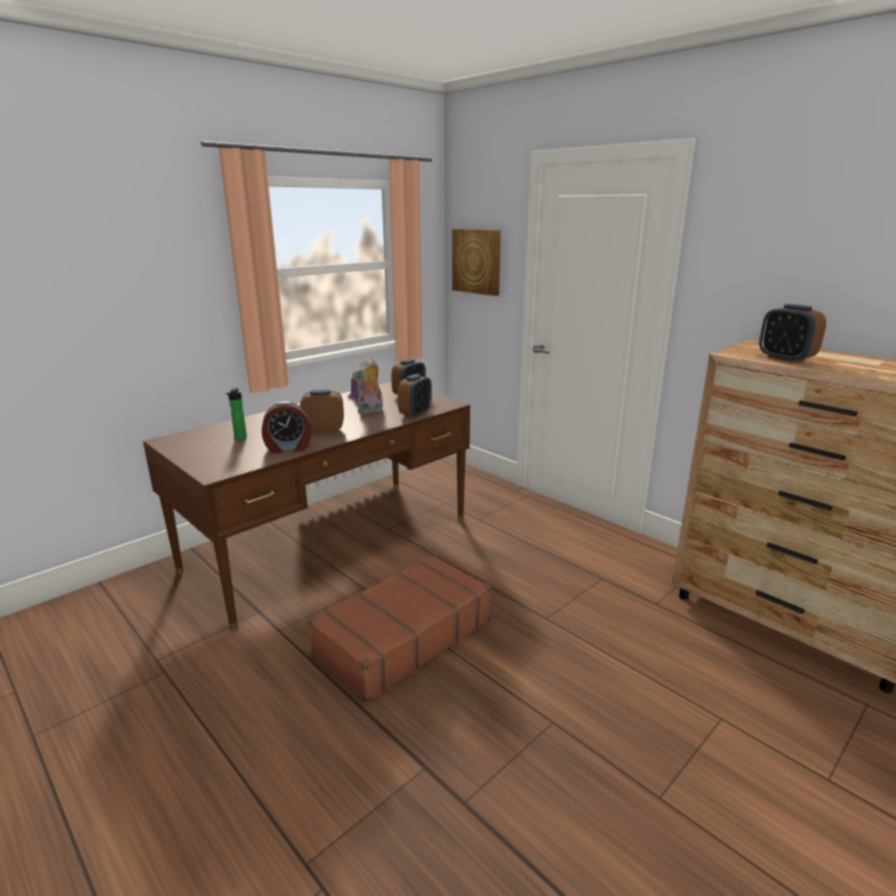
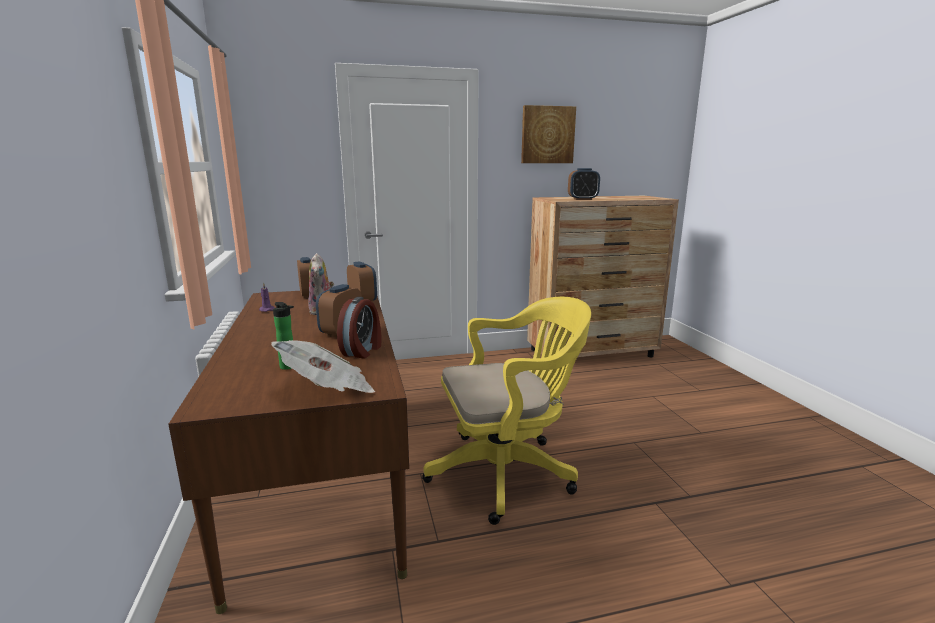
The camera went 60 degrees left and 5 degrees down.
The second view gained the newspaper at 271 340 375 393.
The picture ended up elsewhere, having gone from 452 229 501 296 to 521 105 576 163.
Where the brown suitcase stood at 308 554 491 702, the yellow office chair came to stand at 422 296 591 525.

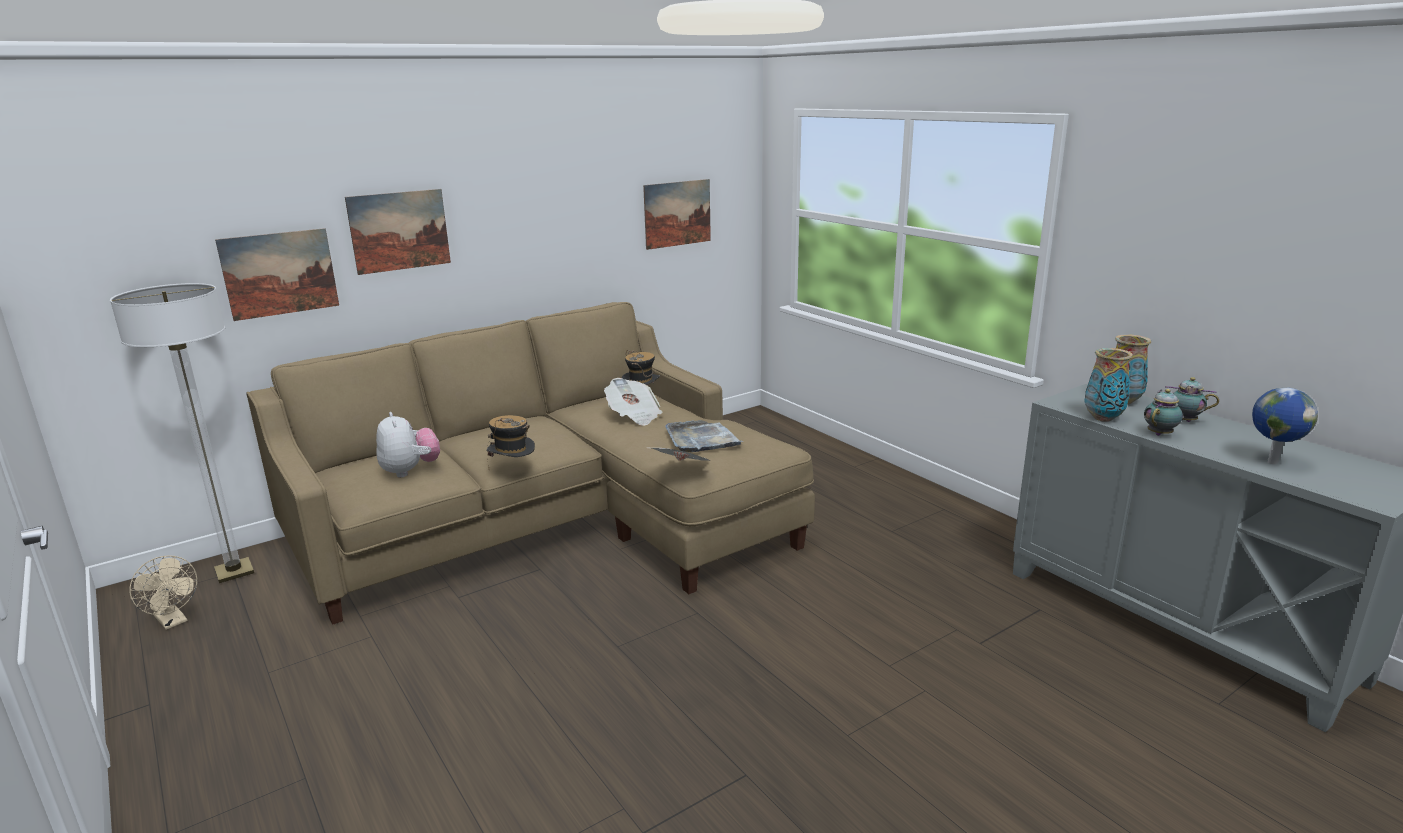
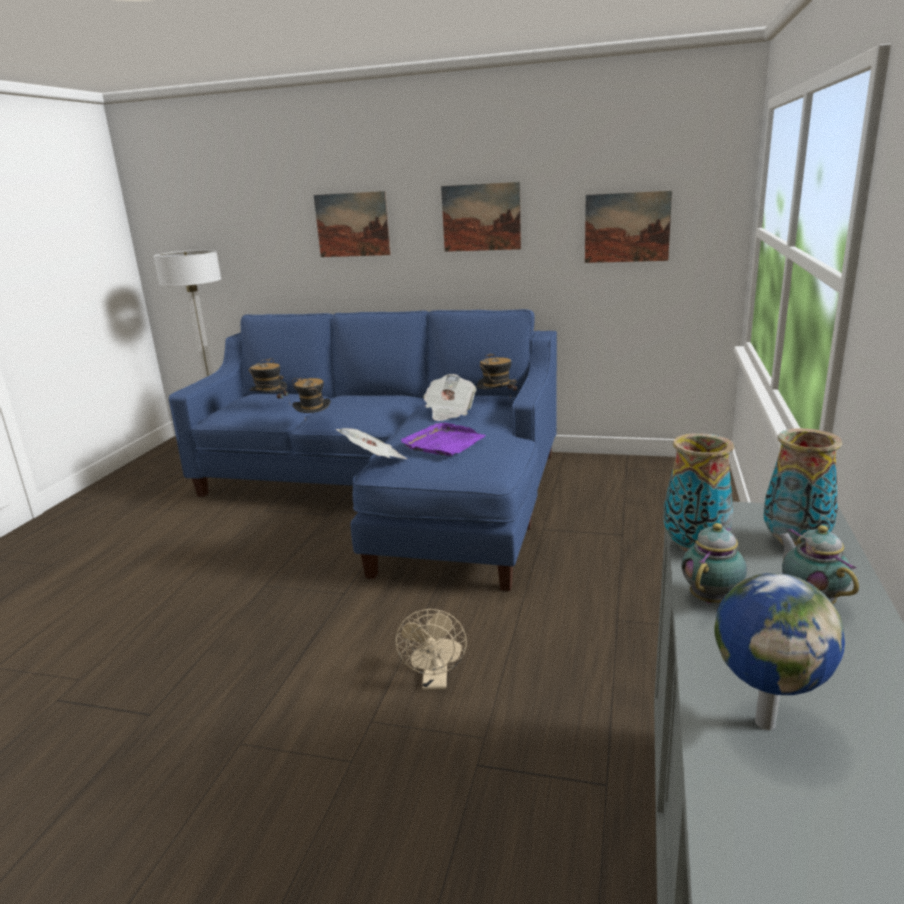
The camera went 50 degrees right and 0 degrees up.
The beige fan ended up elsewhere, having gone from 129 555 197 630 to 396 609 467 690.
The picture ended up elsewhere, having gone from 215 228 339 321 to 441 182 521 252.
Where the plush toy stood at 376 412 440 478, the hat came to stand at 249 358 288 398.
What was the beige sofa at 246 302 815 625 turned into the blue sofa at 169 309 557 591.
What was the grey tray at 665 420 744 452 turned into the purple tray at 401 422 486 456.
The teapot at 1144 389 1183 436 ended up facing another way, 60 degrees counterclockwise from before.

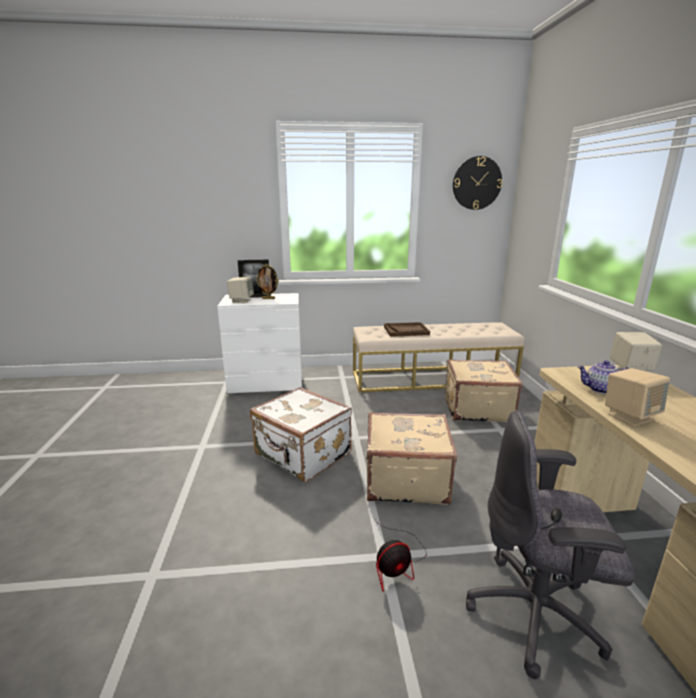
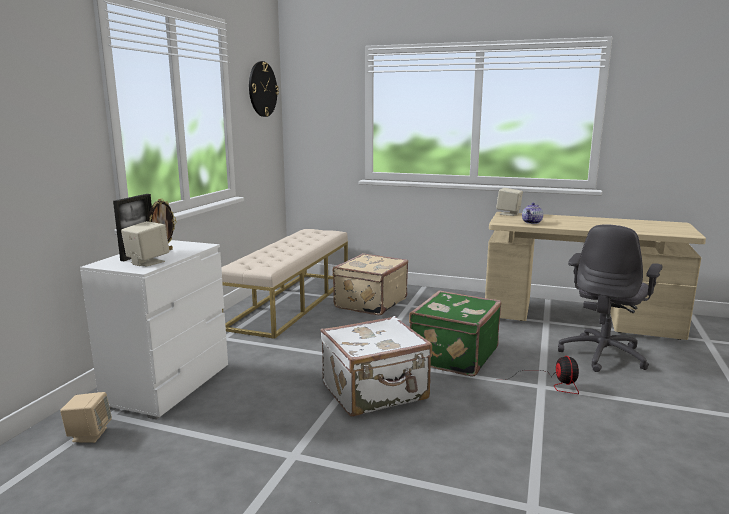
The camera went 65 degrees left and 5 degrees down.
The second view lost the brown tray at 384 322 430 337.
The beige speaker ended up elsewhere, having gone from 605 368 670 427 to 60 392 112 443.
What was the beige suitcase at 367 412 458 505 turned into the green suitcase at 409 290 501 377.

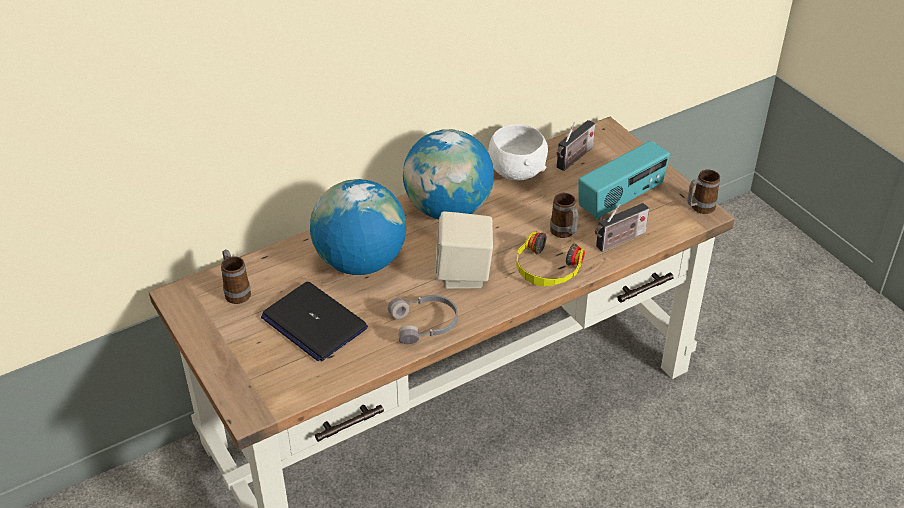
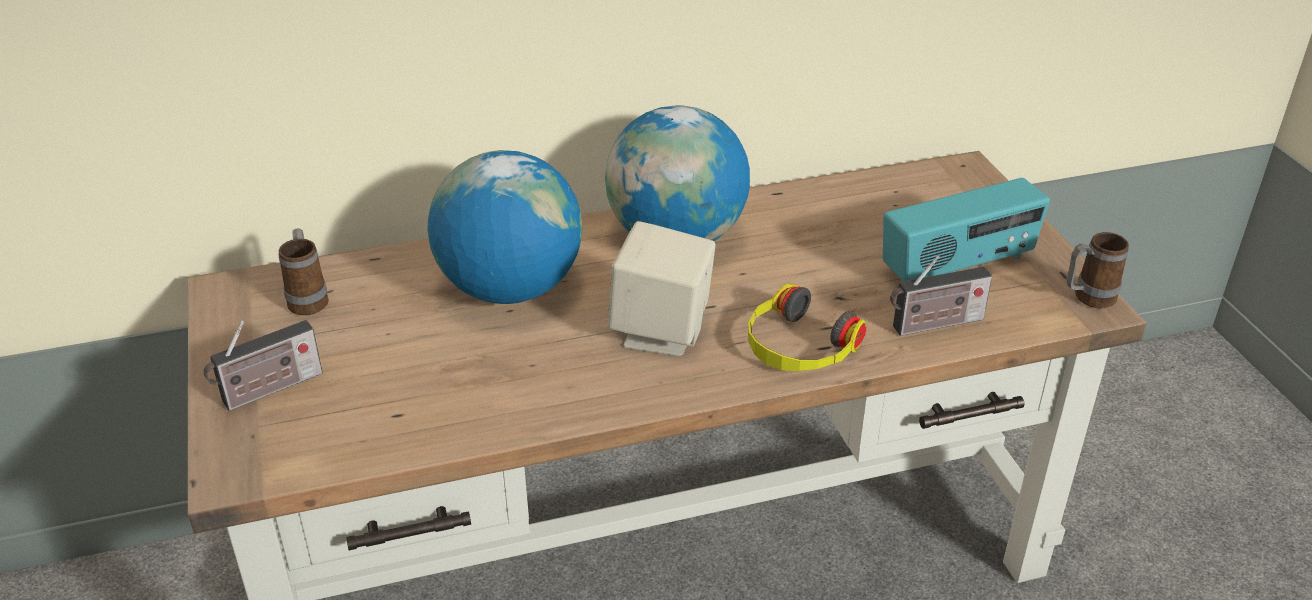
The camera went 15 degrees right and 5 degrees down.
The second view lost the laptop at 261 282 368 361.
The second view lost the grey headphones at 388 295 458 344.
The second view lost the white bowl at 488 124 548 181.
The second view lost the mug at 550 193 578 238.
The radio ended up elsewhere, having gone from 557 120 595 171 to 203 320 323 411.

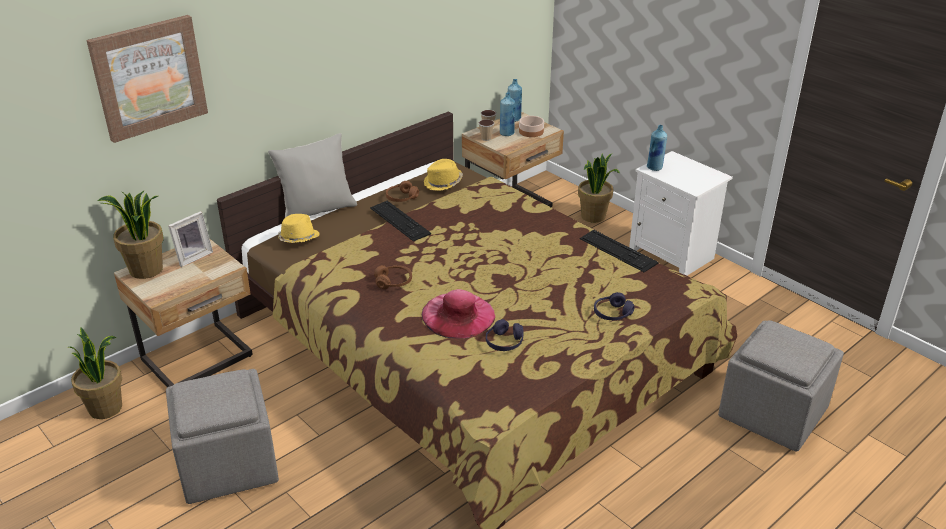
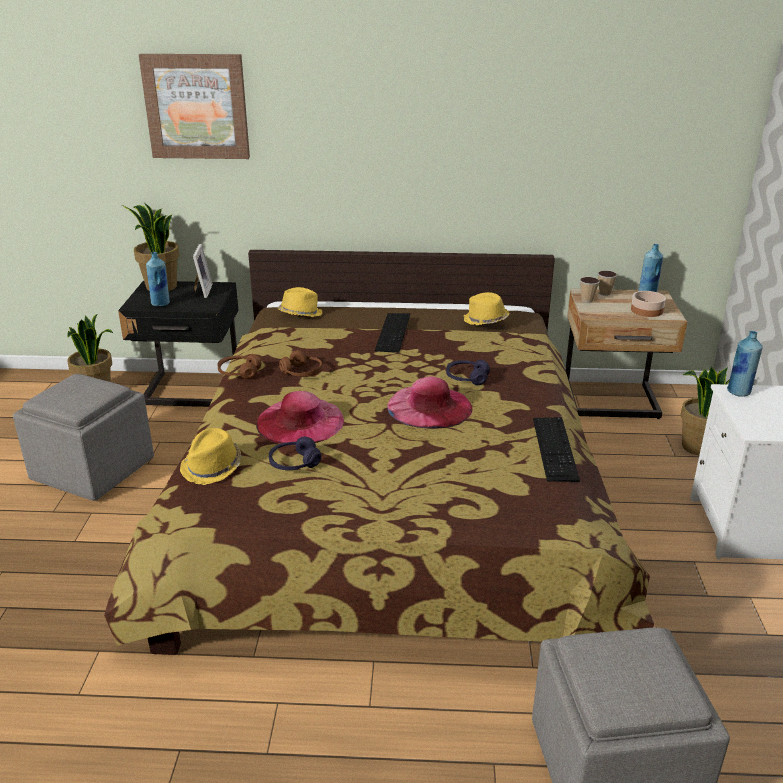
The camera went 45 degrees right and 5 degrees down.
The second view lost the grey pillow at 268 133 357 218.
The second view gained the yellow hat at 180 428 241 485.
The second view gained the pink hat at 387 376 472 429.
The brown headphones ended up elsewhere, having gone from 386 181 419 202 to 217 354 261 379.
The blue bottle ended up elsewhere, having gone from 500 92 515 136 to 146 252 170 306.
The purple headphones ended up elsewhere, having gone from 594 292 635 320 to 446 360 490 385.
What was the beige nightstand at 114 238 253 387 turned into the black nightstand at 118 281 238 407.
The picture frame at 168 211 213 267 ended up facing another way, 90 degrees counterclockwise from before.

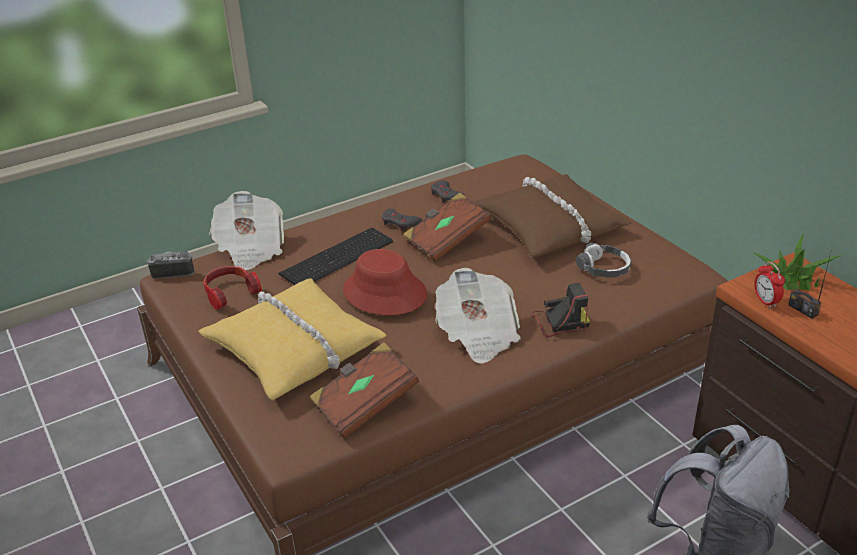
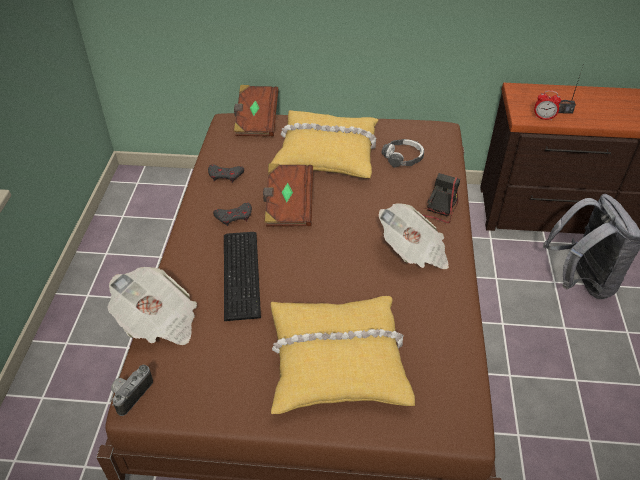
The camera went 55 degrees left and 10 degrees up.
The second view lost the headphones at 203 266 262 310.
The second view lost the red hat at 343 249 427 315.
The second view lost the potted plant at 754 233 841 291.
The brown book ended up elsewhere, having gone from 310 342 419 438 to 234 85 279 137.
What was the brown pillow at 473 174 632 258 turned into the yellow pillow at 270 110 378 178.

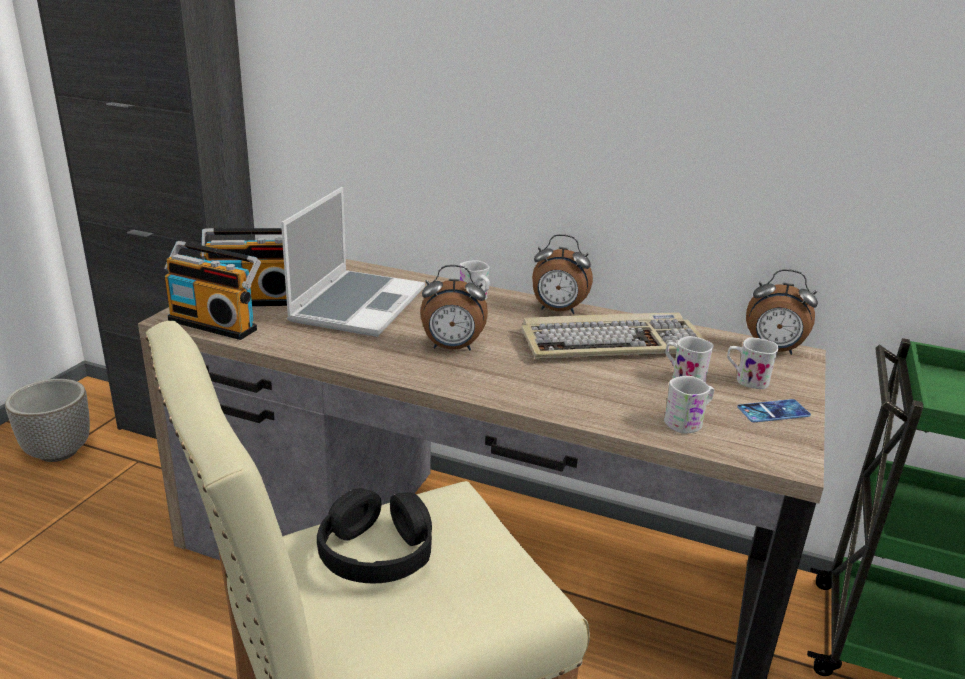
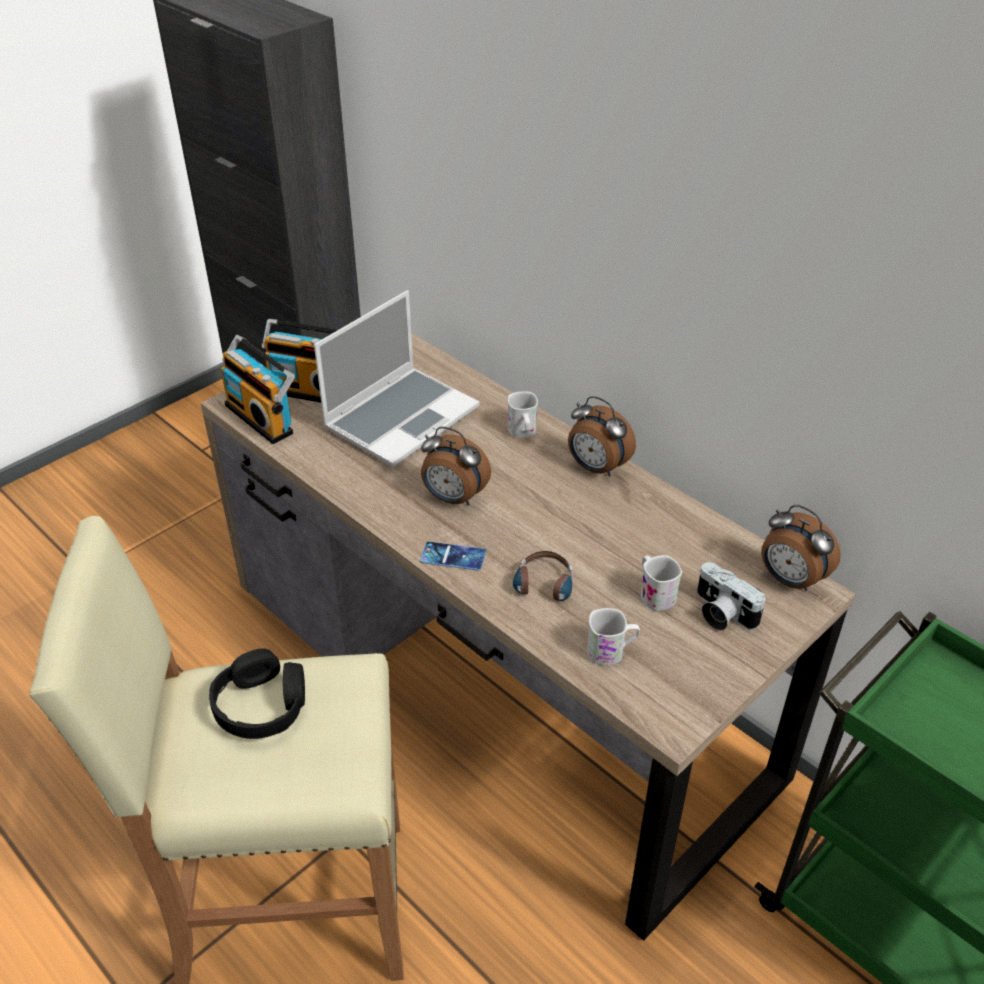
The camera went 25 degrees right and 15 degrees up.
The second view lost the planter at 5 379 90 462.
The second view lost the keyboard at 522 313 705 359.
The second view gained the headphones at 513 551 573 609.
The phone ended up elsewhere, having gone from 737 399 811 422 to 420 541 486 570.
Where the white mug stood at 727 337 778 389, the photo camera came to stand at 697 562 765 631.

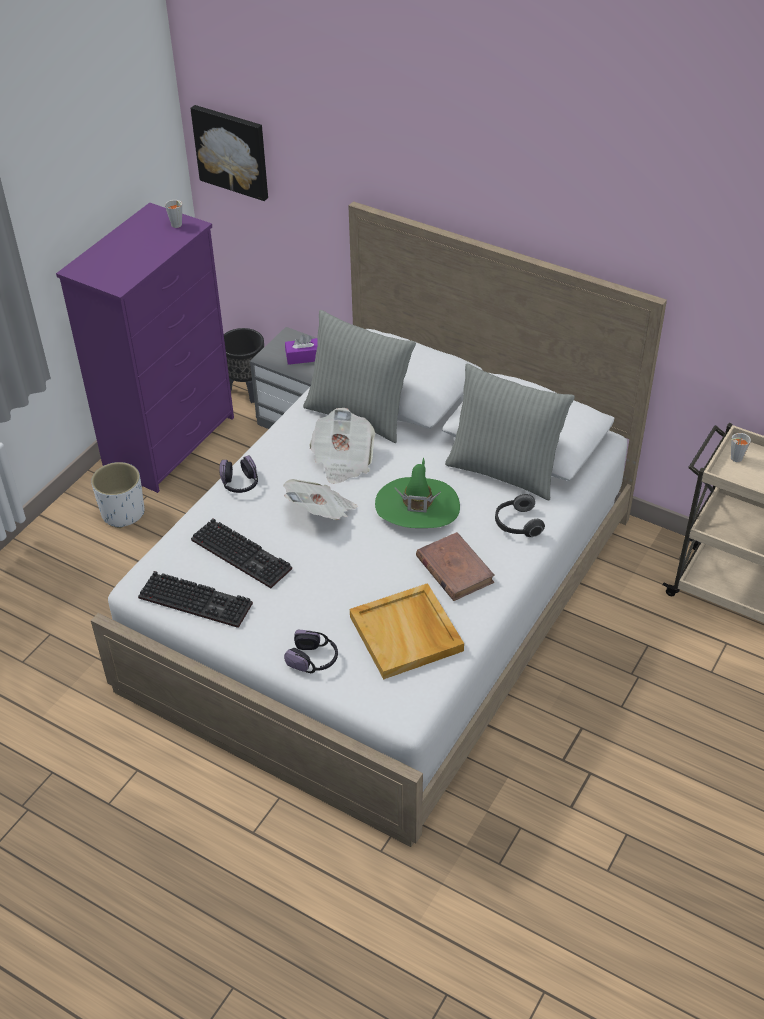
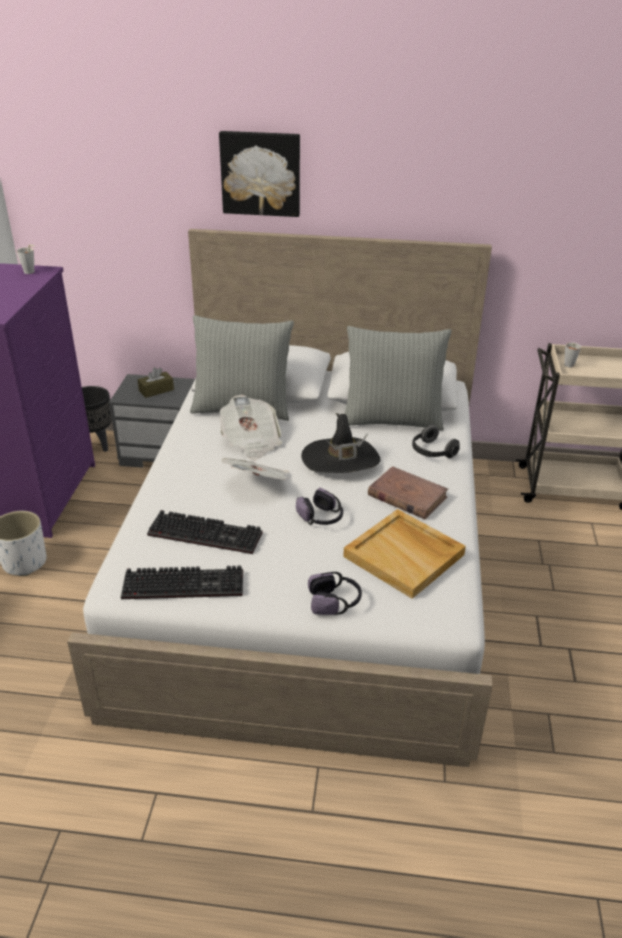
The camera went 25 degrees left and 10 degrees down.
The picture ended up elsewhere, having gone from 190 105 268 201 to 219 131 300 217.
The headphones ended up elsewhere, having gone from 219 455 258 493 to 296 488 343 525.
What was the purple tissue box at 285 334 318 365 turned into the brown tissue box at 138 367 174 398.
What was the green hat at 375 457 460 528 turned into the black hat at 301 413 381 473.

